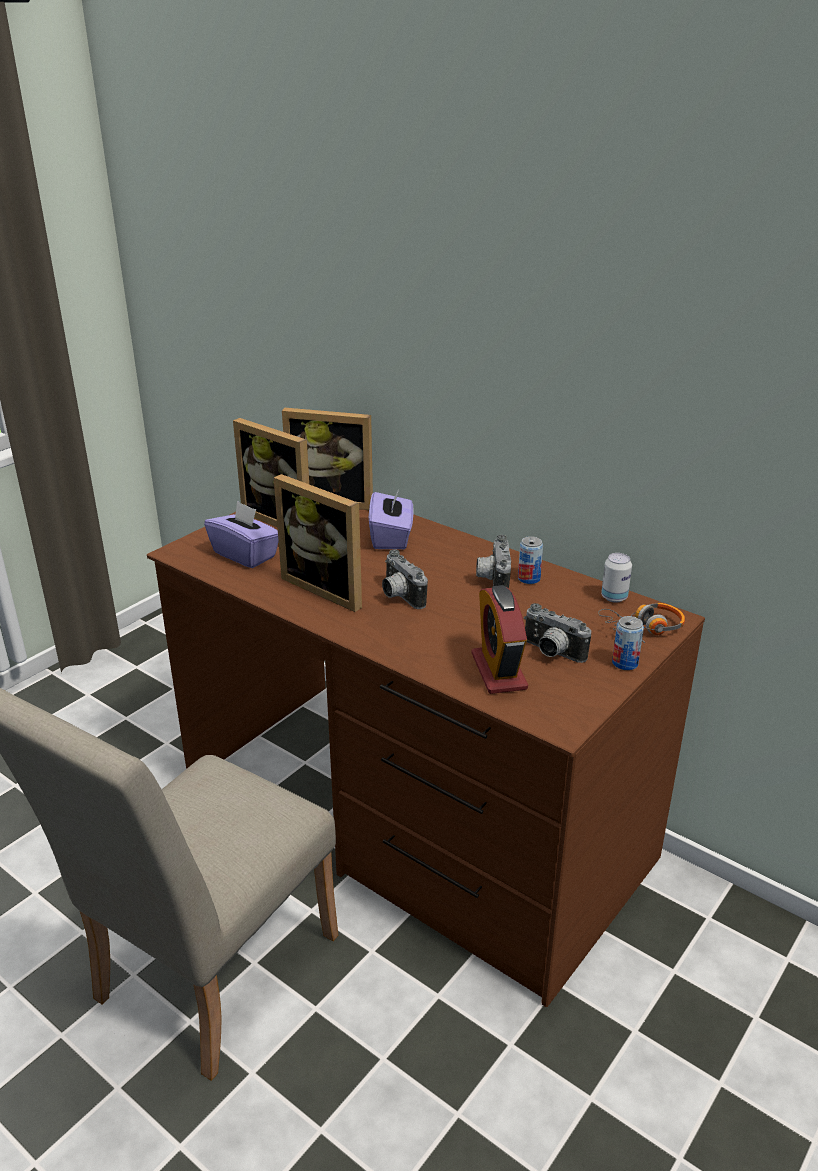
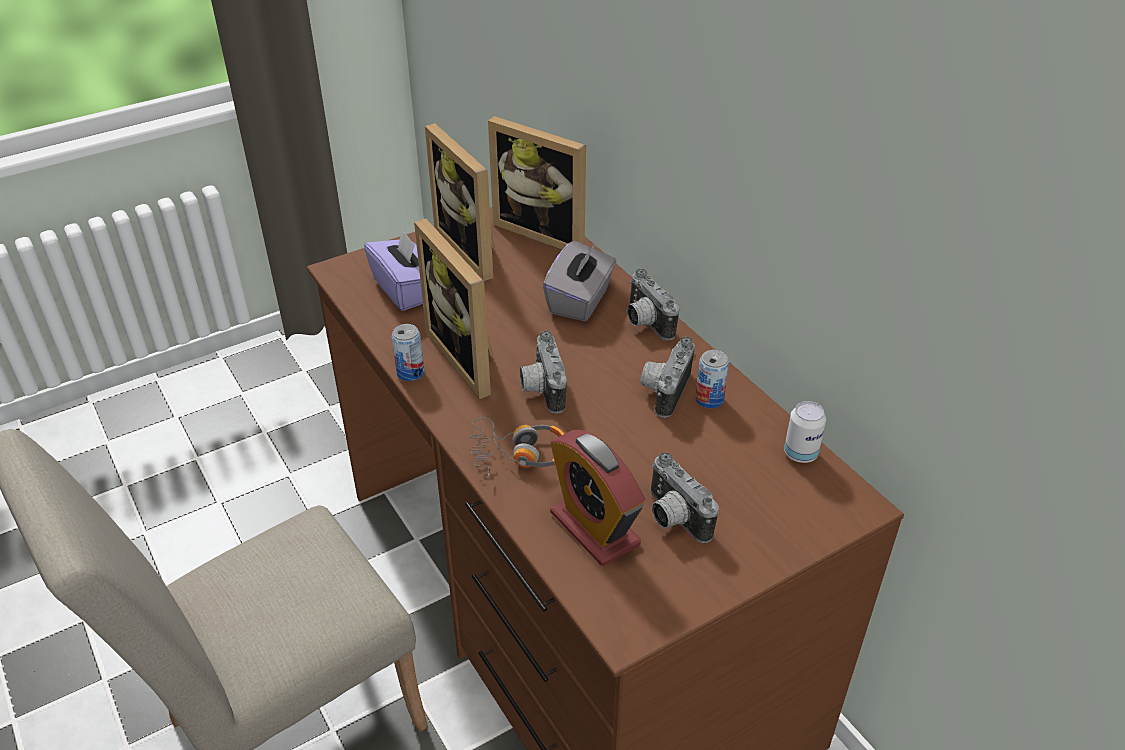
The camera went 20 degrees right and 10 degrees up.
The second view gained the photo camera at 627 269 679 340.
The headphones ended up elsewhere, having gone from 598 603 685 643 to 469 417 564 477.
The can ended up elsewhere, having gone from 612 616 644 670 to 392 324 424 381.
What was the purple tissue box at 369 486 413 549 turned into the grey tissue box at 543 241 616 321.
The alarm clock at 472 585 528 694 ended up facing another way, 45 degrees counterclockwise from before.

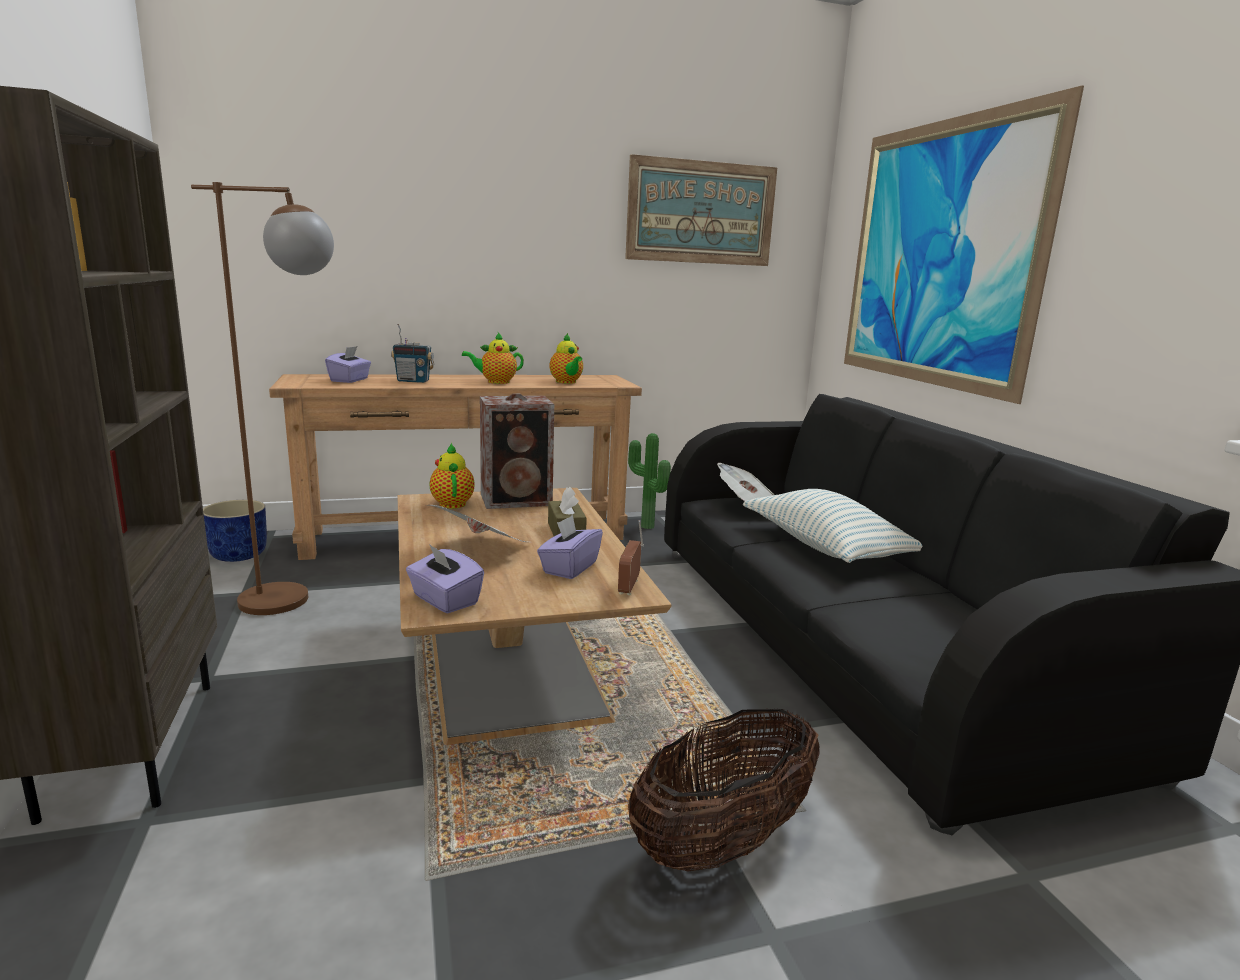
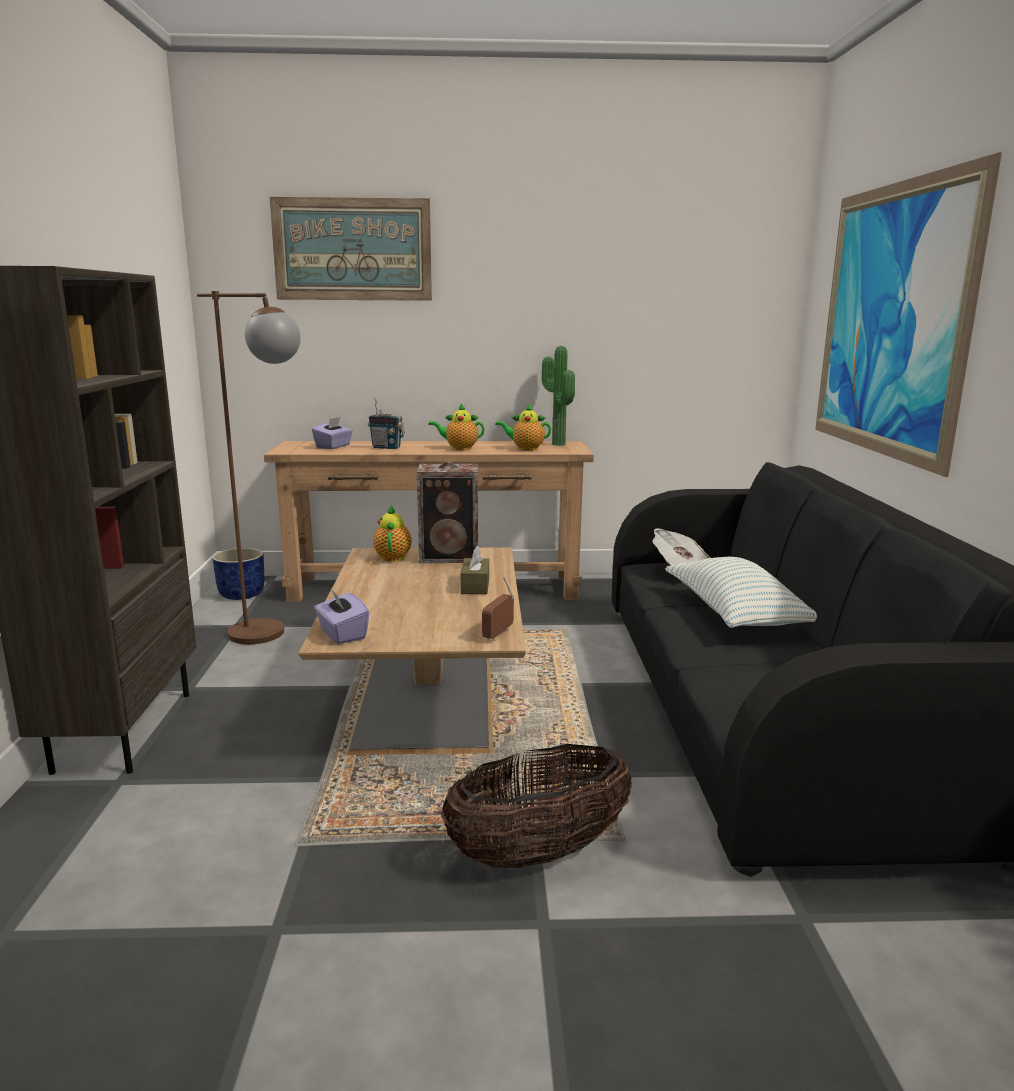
The camera went 15 degrees right and 0 degrees up.
The second view lost the newspaper at 428 505 527 542.
The second view lost the purple tissue box at 537 515 603 579.
The picture ended up elsewhere, having gone from 625 154 777 266 to 270 197 432 301.
The potted plant ended up elsewhere, having gone from 628 433 671 529 to 542 346 575 446.
The teapot at 549 333 583 384 ended up facing another way, 105 degrees clockwise from before.

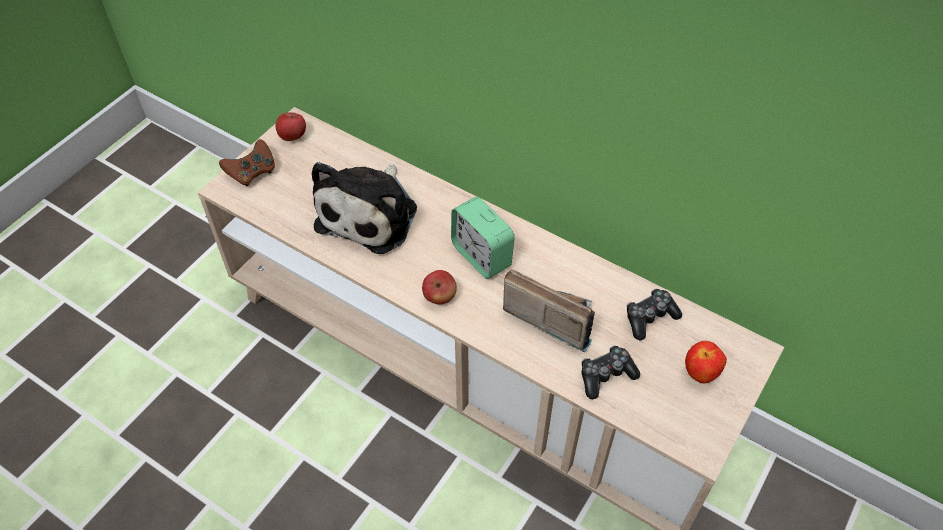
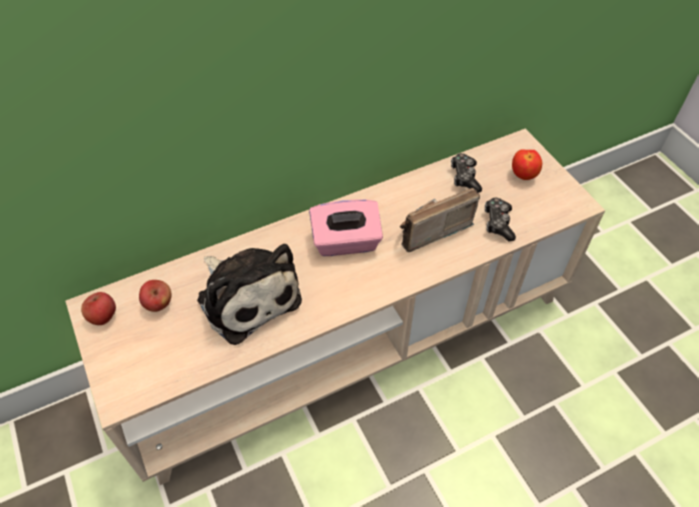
The camera went 60 degrees left and 0 degrees up.
The second view lost the brown game controller at 219 139 275 187.
The apple ended up elsewhere, having gone from 422 270 457 304 to 139 280 172 312.
Where the alarm clock stood at 451 197 515 279, the pink tissue box came to stand at 309 199 383 256.

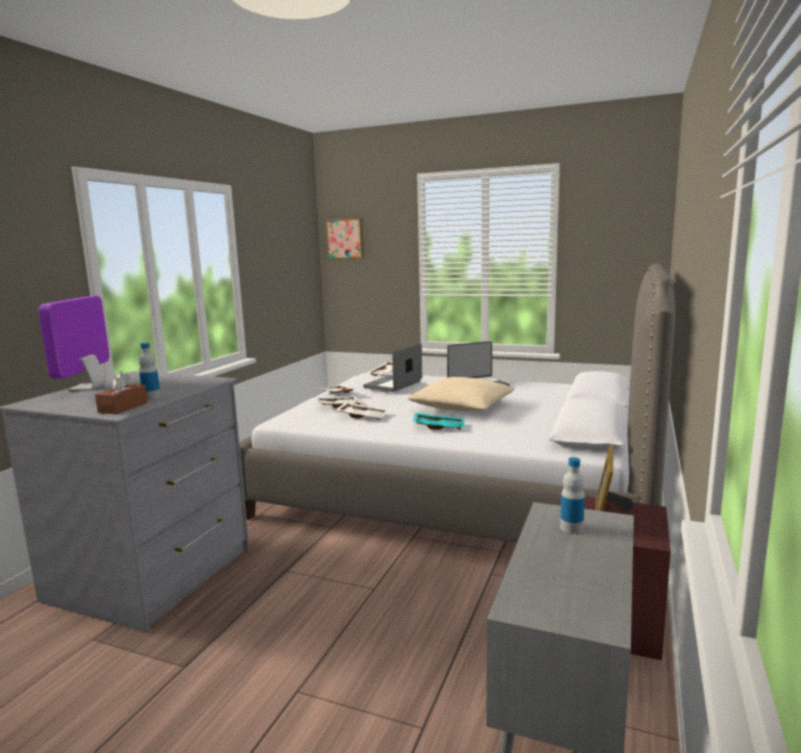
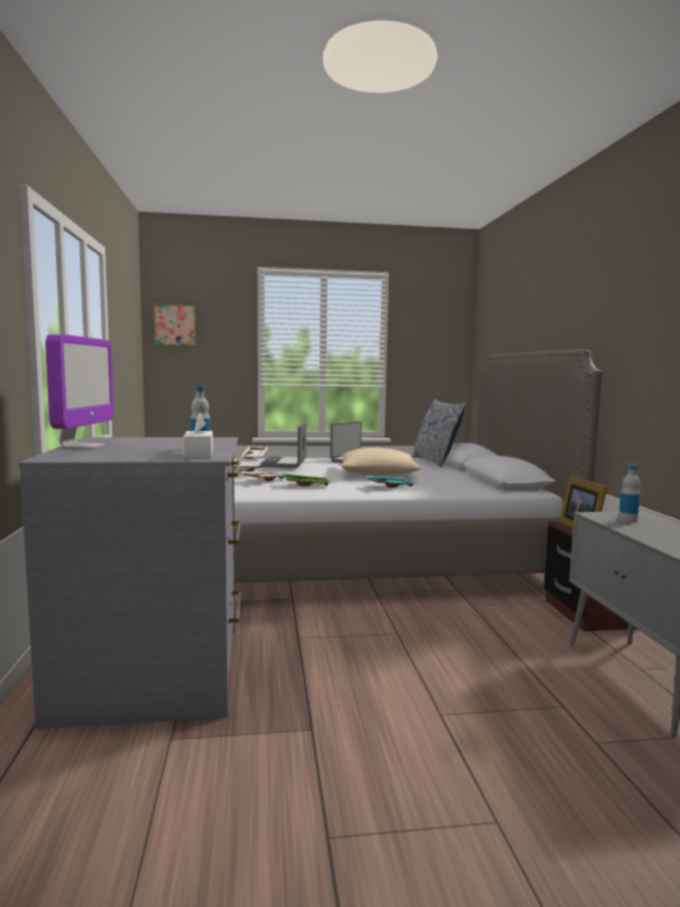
The camera went 30 degrees left and 5 degrees down.
The second view gained the pillow at 412 399 467 467.
What was the brown tissue box at 95 372 148 414 turned into the white tissue box at 183 413 213 459.
What was the white tray at 336 402 388 420 turned into the green tray at 282 473 331 486.
The monitor at 38 296 109 391 ended up facing another way, 150 degrees counterclockwise from before.

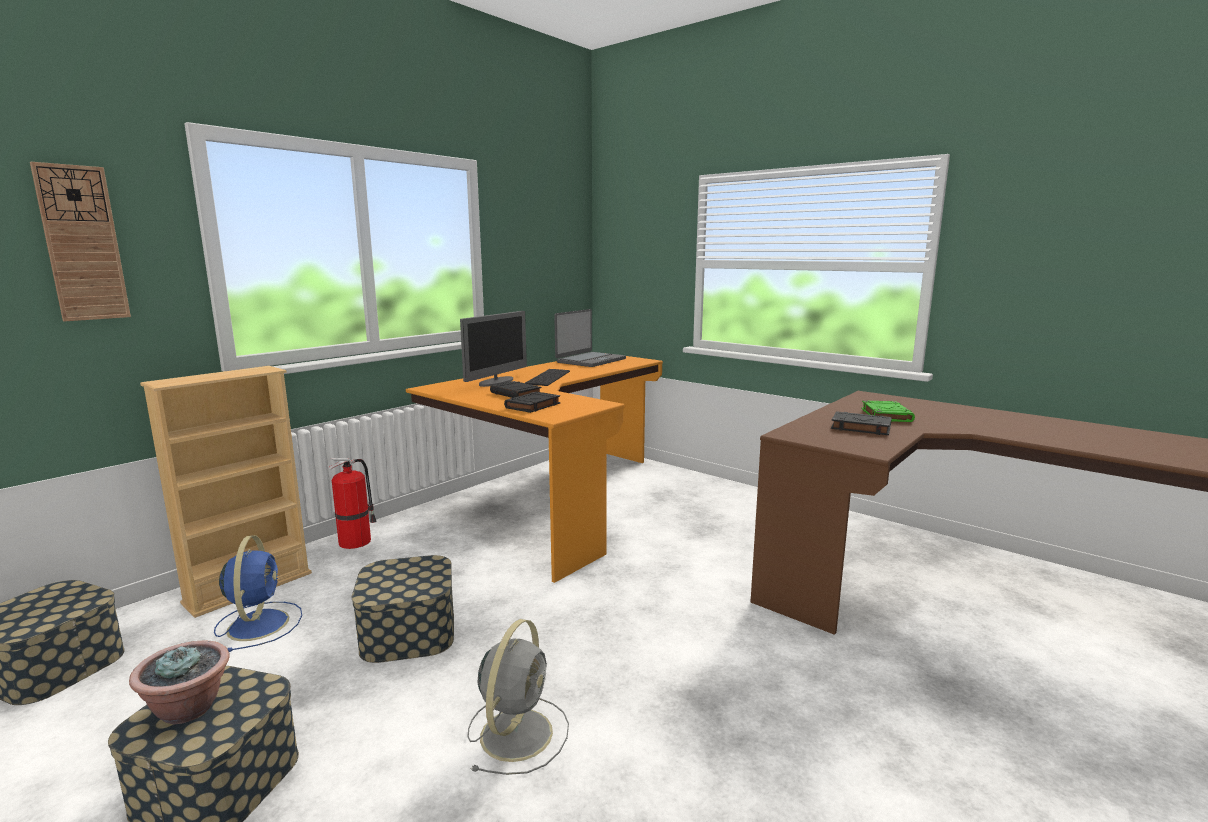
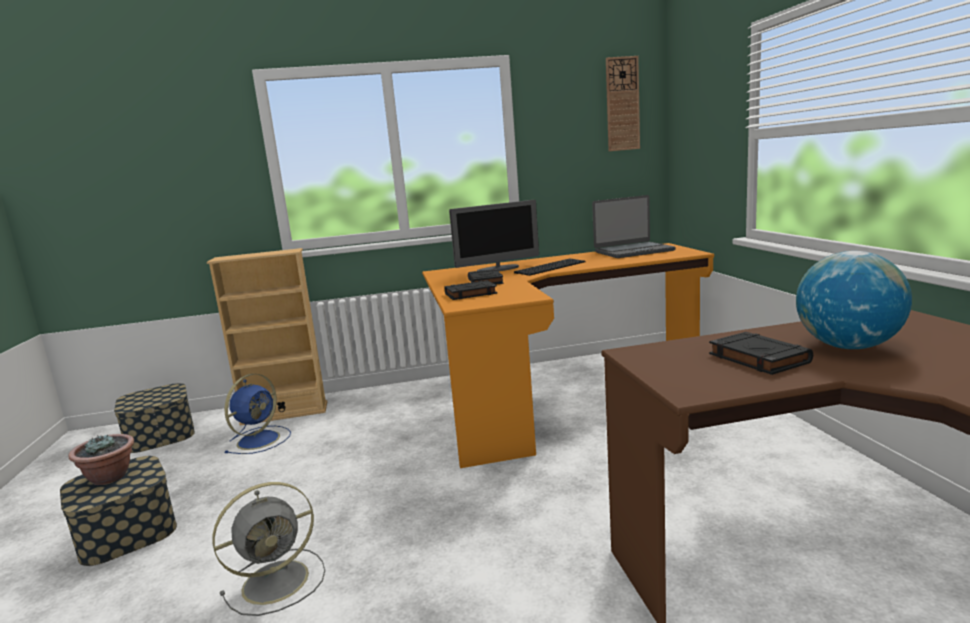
The camera went 40 degrees right and 0 degrees up.
The second view lost the fire extinguisher at 329 458 376 549.
The second view lost the storage box at 352 555 454 663.
The wall clock ended up elsewhere, having gone from 30 162 131 321 to 606 56 640 151.
Where the green book stood at 862 400 915 422, the globe came to stand at 796 251 912 349.

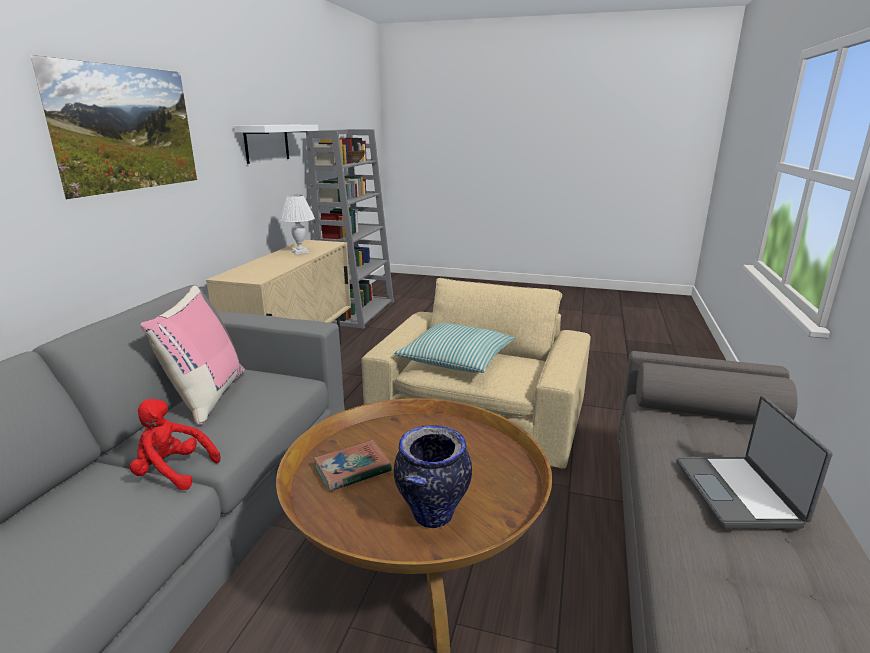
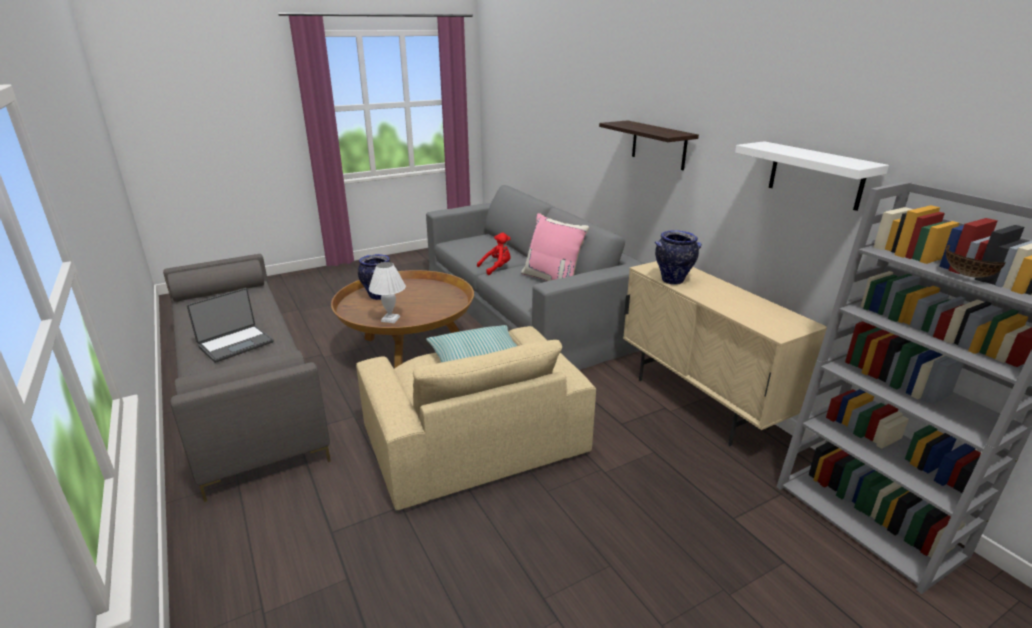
The camera went 135 degrees right and 5 degrees up.
The second view lost the book at 314 439 392 492.
The second view gained the vase at 655 230 702 285.
The white table lamp ended up elsewhere, having gone from 279 194 315 254 to 369 262 406 323.
Where the picture hung at 30 55 197 200, the shelf came to hang at 599 120 699 170.
The laptop at 676 396 832 529 ended up facing another way, 90 degrees clockwise from before.

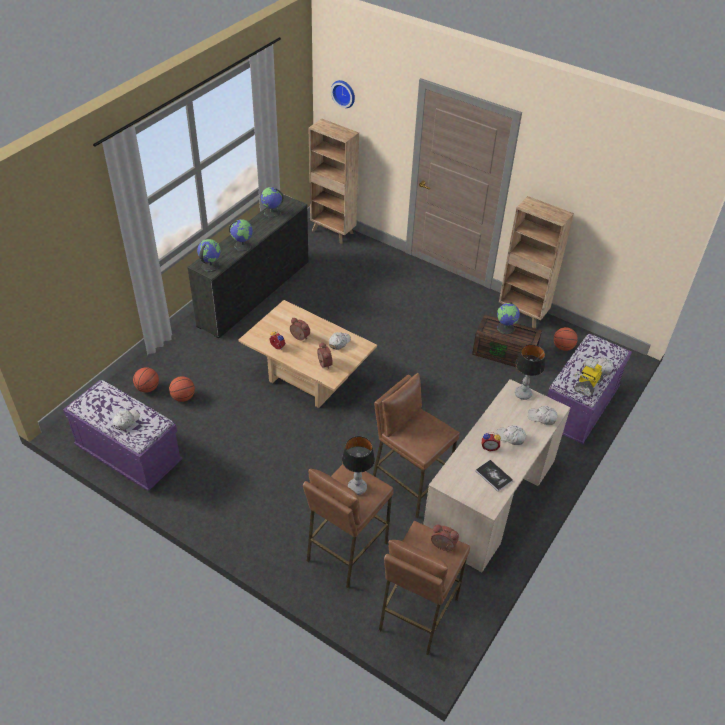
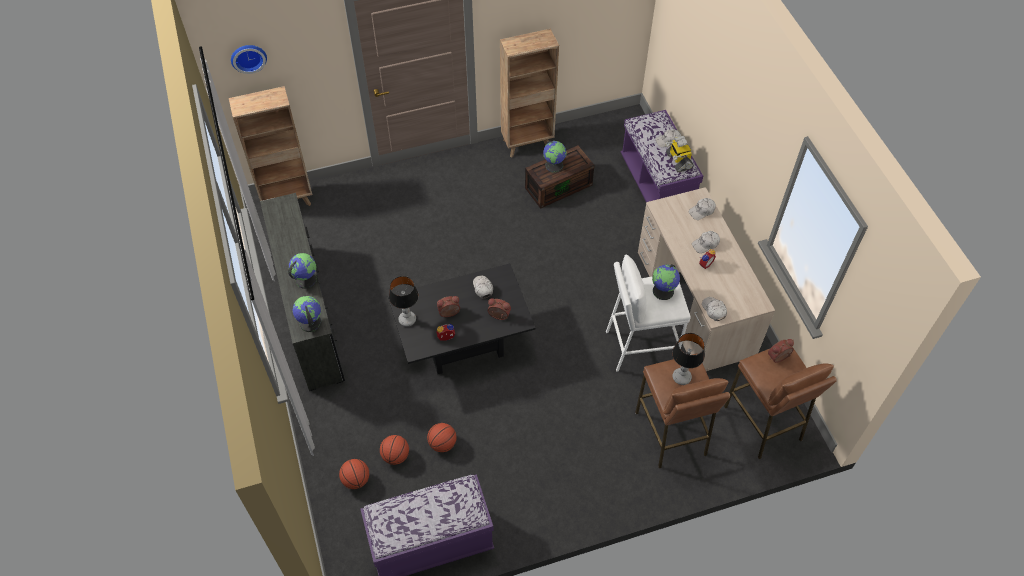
The camera went 50 degrees left and 10 degrees up.
The second view lost the book at 476 460 513 491.
The white cap ended up elsewhere, having gone from 113 410 140 431 to 702 297 727 321.
The globe ended up elsewhere, having gone from 261 187 284 218 to 652 264 680 300.
The table lamp ended up elsewhere, having gone from 515 344 545 400 to 389 276 419 326.
The basketball ended up elsewhere, having gone from 554 327 578 351 to 427 423 457 452.
What was the beige coffee table at 238 300 377 408 turned into the black coffee table at 388 264 536 374.
What was the brown stool at 373 373 460 518 turned into the white stool at 606 254 690 372.

